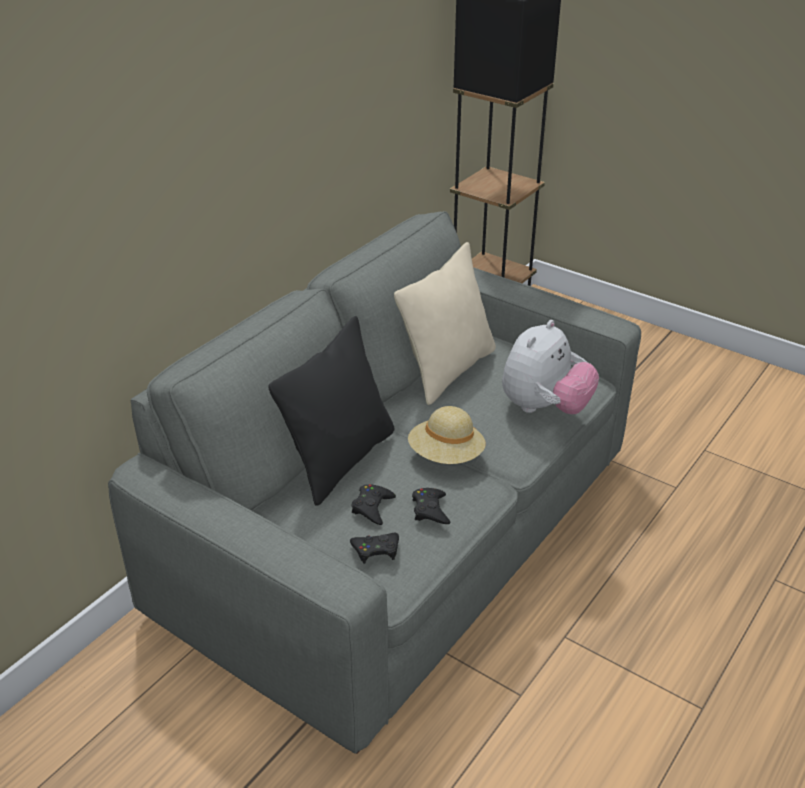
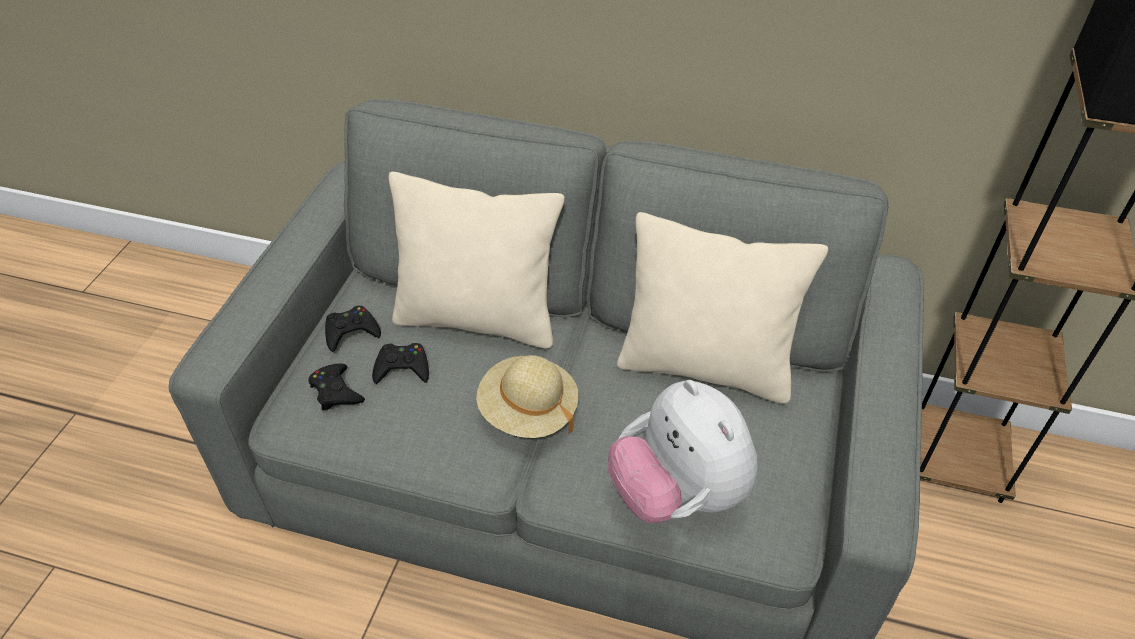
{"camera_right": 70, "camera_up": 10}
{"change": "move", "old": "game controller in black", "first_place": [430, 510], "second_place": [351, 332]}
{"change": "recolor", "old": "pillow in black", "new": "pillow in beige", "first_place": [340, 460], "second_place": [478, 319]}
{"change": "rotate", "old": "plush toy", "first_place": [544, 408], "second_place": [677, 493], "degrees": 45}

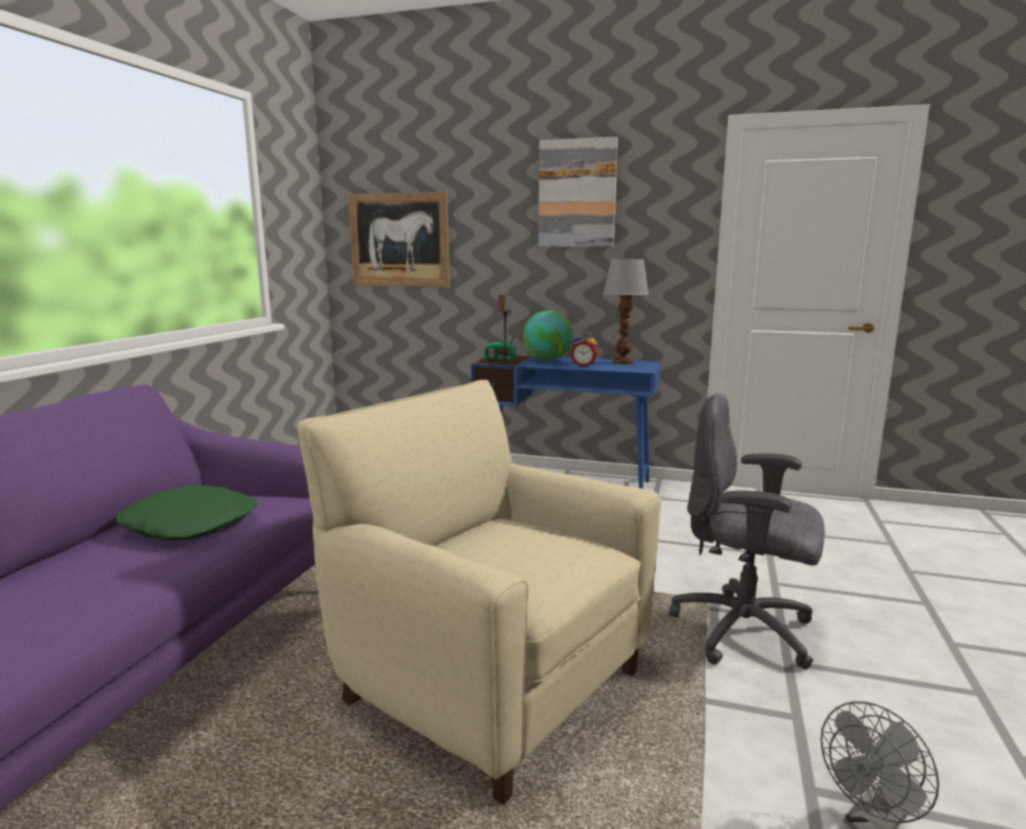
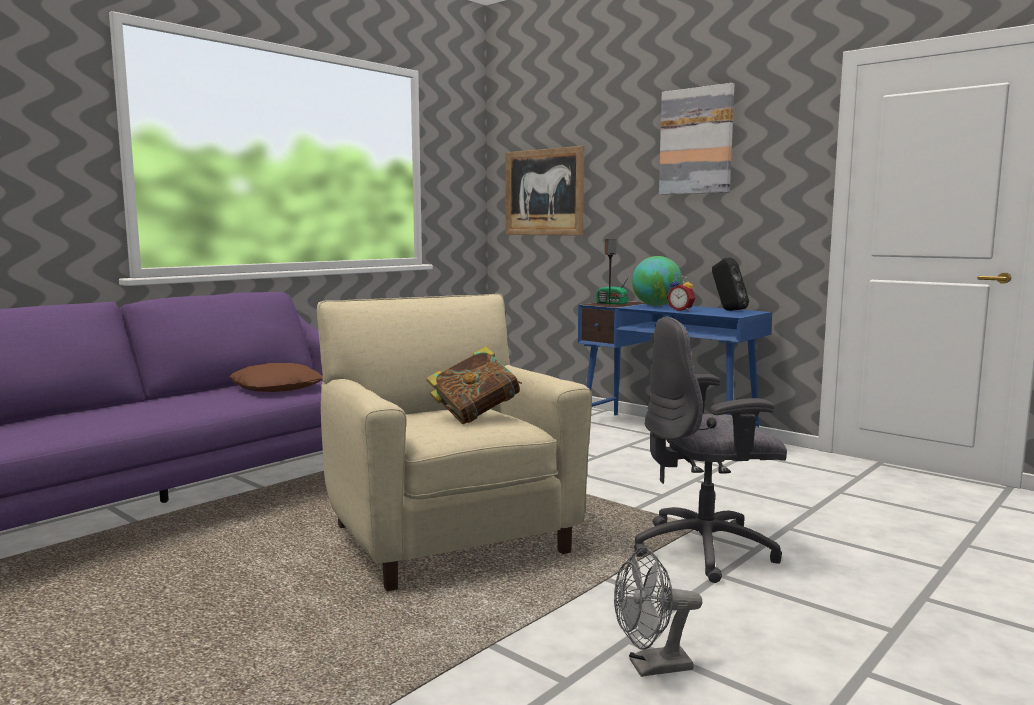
{"camera_right": 25, "camera_up": -5}
{"change": "insert", "new": "book", "second_place": [475, 416]}
{"change": "replace", "old": "table lamp", "new": "speaker in black", "first_place": [622, 362], "second_place": [728, 310]}
{"change": "recolor", "old": "pillow in green", "new": "pillow in brown", "first_place": [191, 525], "second_place": [277, 388]}
{"change": "rotate", "old": "office chair in grey", "first_place": [745, 631], "second_place": [706, 550], "degrees": -60}

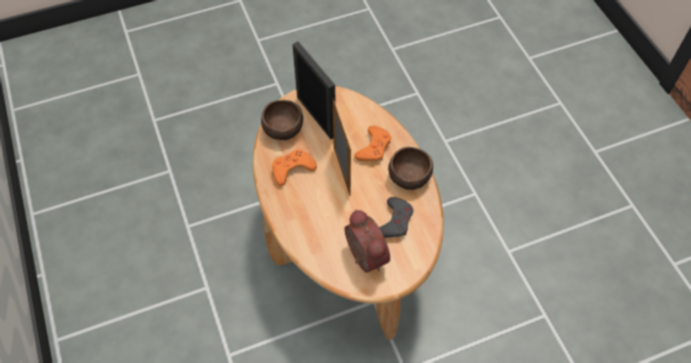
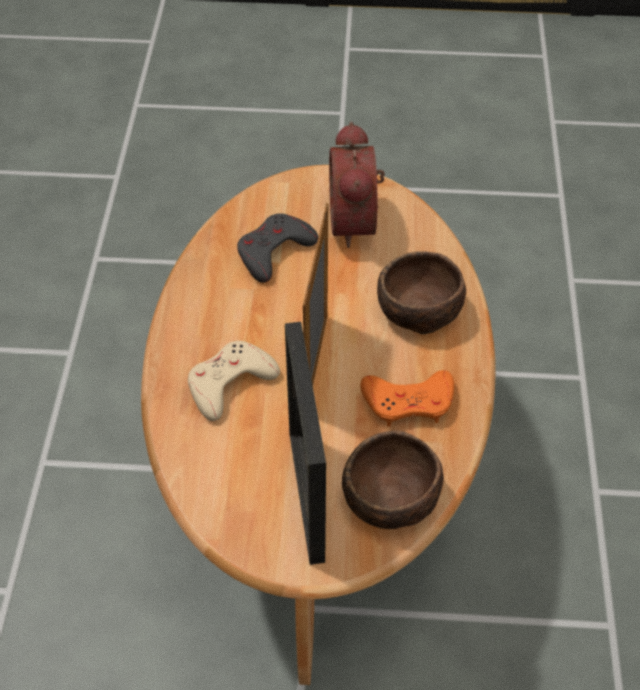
{"camera_right": -155, "camera_up": -5}
{"change": "move", "old": "bowl in brown", "first_place": [410, 176], "second_place": [416, 309]}
{"change": "recolor", "old": "game controller in orange", "new": "game controller in beige", "first_place": [373, 147], "second_place": [230, 383]}

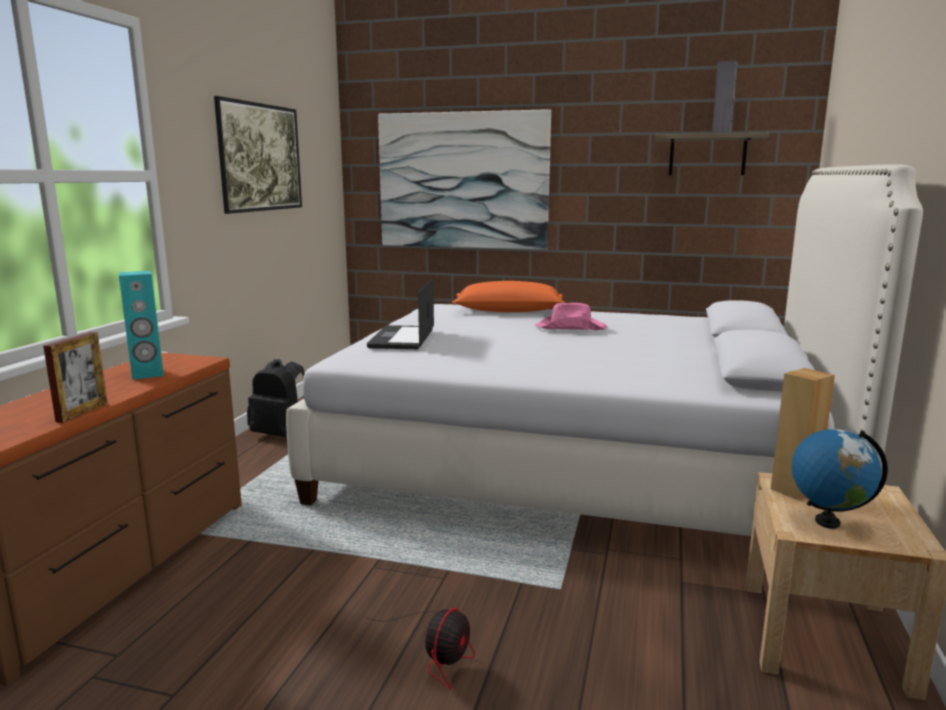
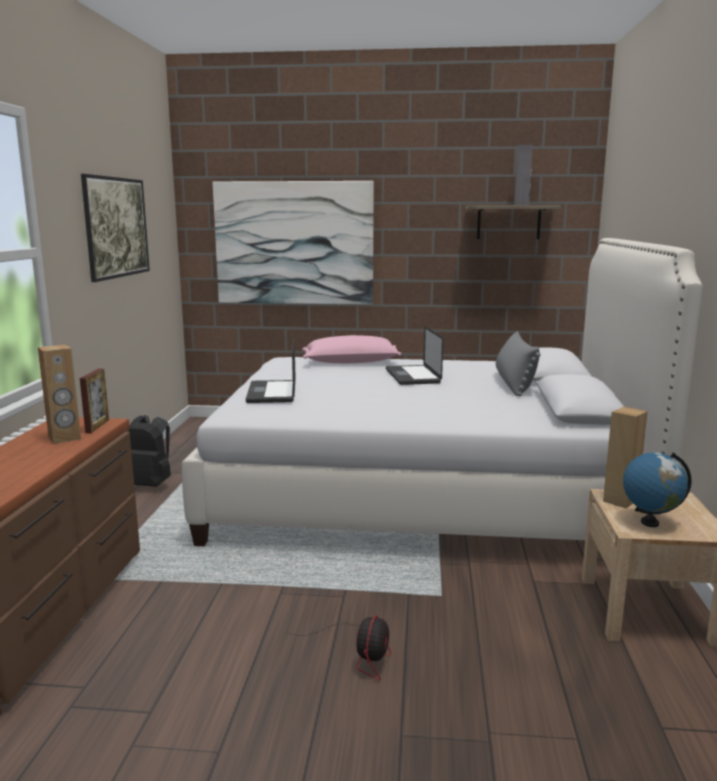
{"camera_right": -10, "camera_up": 0}
{"change": "insert", "new": "pillow in grey", "second_place": [514, 383]}
{"change": "move", "old": "picture frame", "first_place": [82, 412], "second_place": [97, 426]}
{"change": "replace", "old": "hat in pink", "new": "laptop", "first_place": [571, 328], "second_place": [412, 376]}
{"change": "recolor", "old": "speaker in turquoise", "new": "speaker in brown", "first_place": [147, 374], "second_place": [65, 438]}
{"change": "recolor", "old": "pillow in orange", "new": "pillow in pink", "first_place": [508, 312], "second_place": [351, 363]}

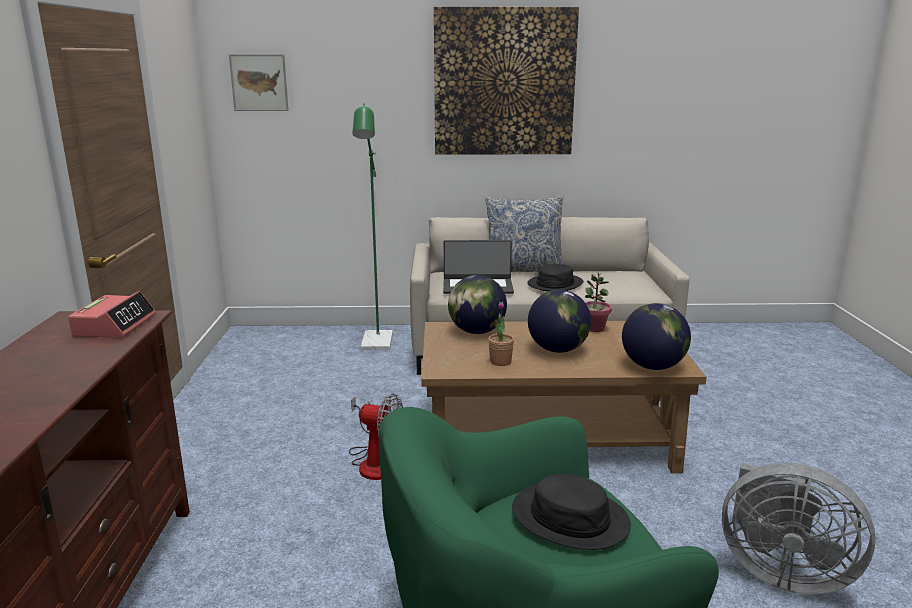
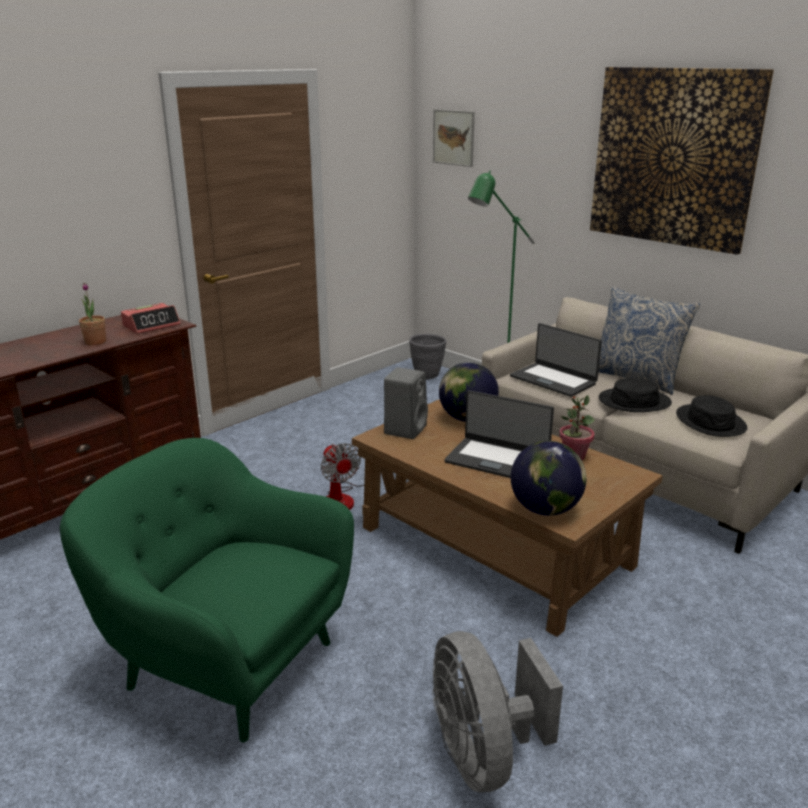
{"camera_right": 45, "camera_up": 5}
{"change": "insert", "new": "speaker in grey", "second_place": [405, 429]}
{"change": "insert", "new": "planter in grey", "second_place": [427, 376]}
{"change": "move", "old": "potted plant", "first_place": [500, 362], "second_place": [95, 342]}
{"change": "move", "old": "hat in black", "first_place": [570, 517], "second_place": [710, 422]}
{"change": "replace", "old": "globe", "new": "laptop", "first_place": [558, 349], "second_place": [497, 459]}

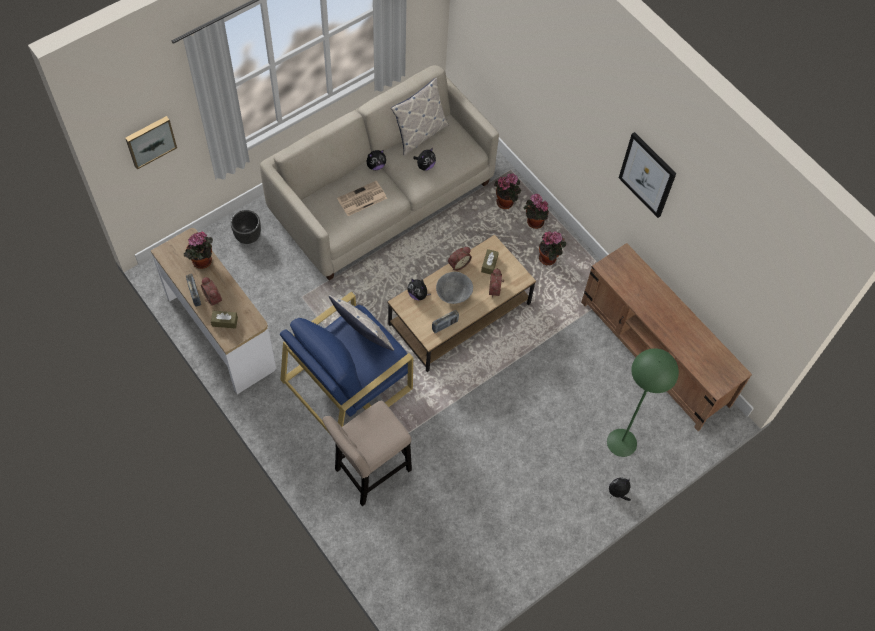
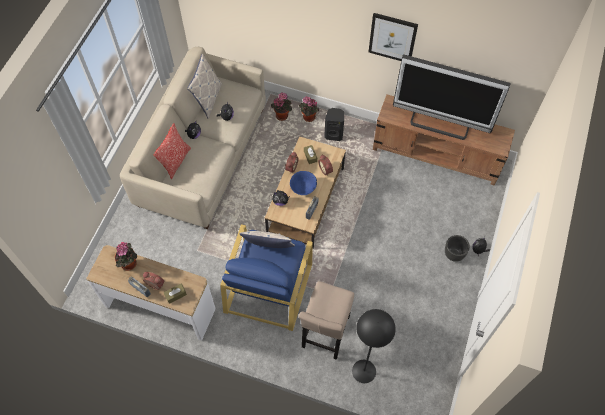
{"camera_right": -30, "camera_up": 0}
{"change": "delete", "old": "picture", "first_place": [150, 141]}
{"change": "delete", "old": "newspaper", "first_place": [361, 199]}
{"change": "delete", "old": "floor lamp in green", "first_place": [621, 442]}
{"change": "insert", "new": "pillow", "second_place": [176, 161]}
{"change": "insert", "new": "floor lamp in black", "second_place": [364, 371]}
{"change": "insert", "new": "television", "second_place": [440, 123]}
{"change": "move", "old": "planter in black", "first_place": [248, 236], "second_place": [453, 254]}
{"change": "replace", "old": "potted plant", "new": "speaker in black", "first_place": [549, 258], "second_place": [334, 134]}
{"change": "recolor", "old": "bowl in grey", "new": "bowl in blue", "first_place": [453, 296], "second_place": [303, 189]}

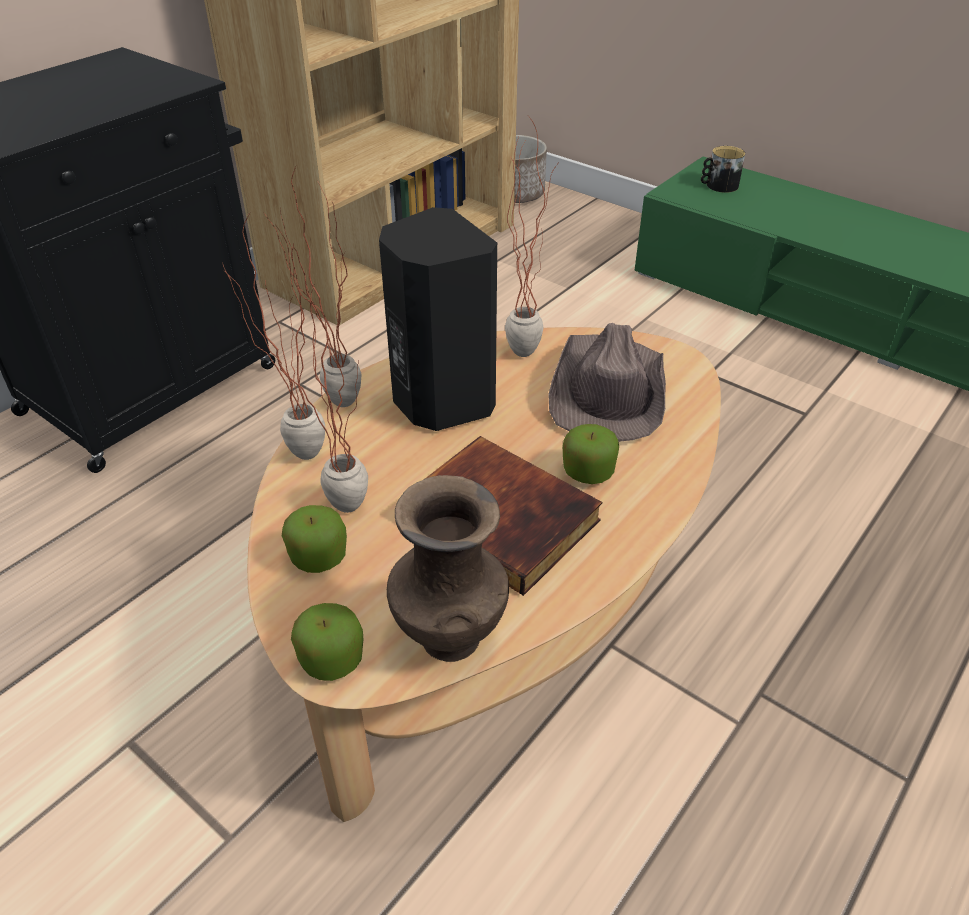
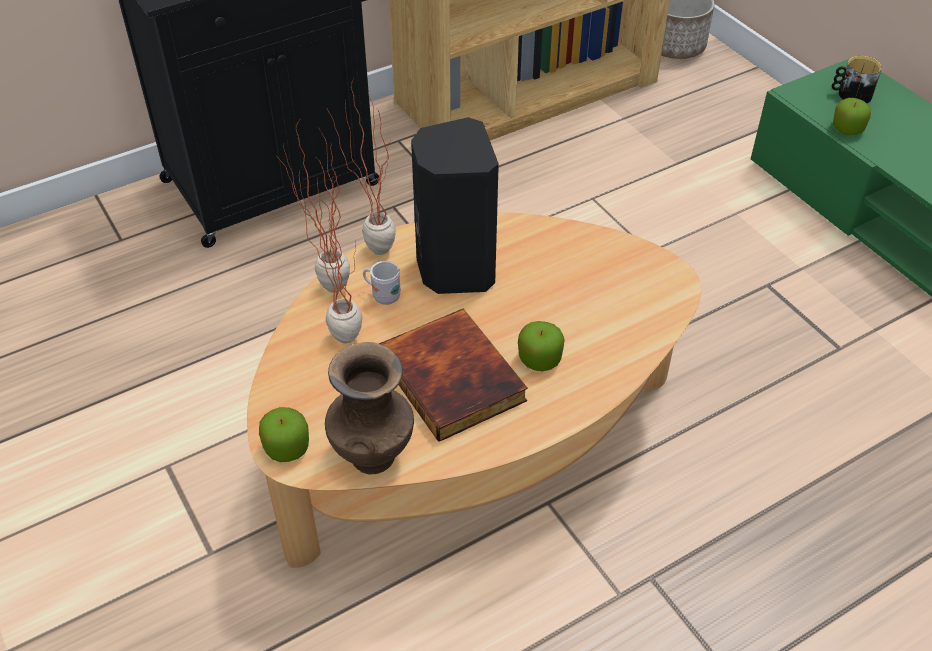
{"camera_right": 20, "camera_up": 5}
{"change": "delete", "old": "potted plant", "first_place": [526, 346]}
{"change": "delete", "old": "hat in brown", "first_place": [608, 391]}
{"change": "insert", "new": "mug in white", "second_place": [382, 295]}
{"change": "move", "old": "apple", "first_place": [318, 556], "second_place": [847, 129]}

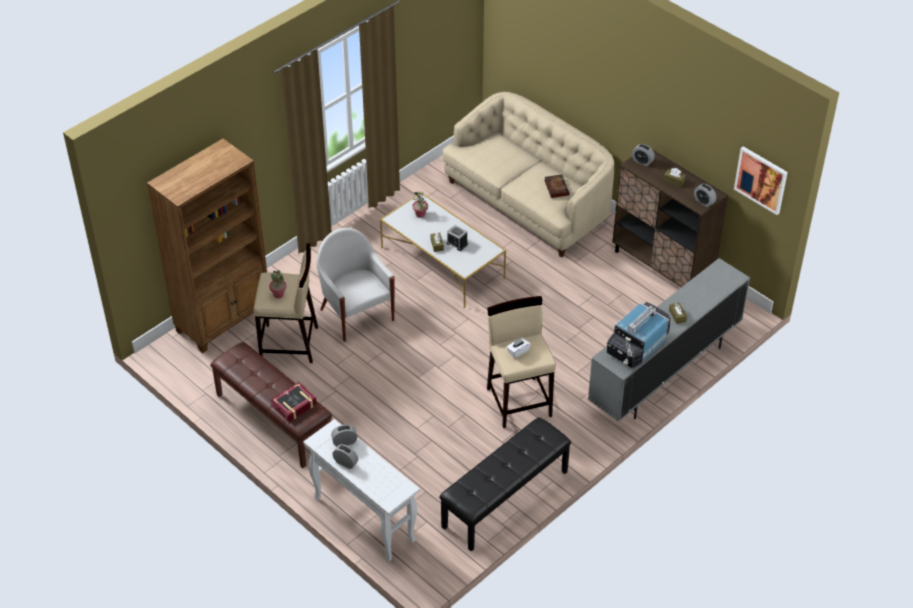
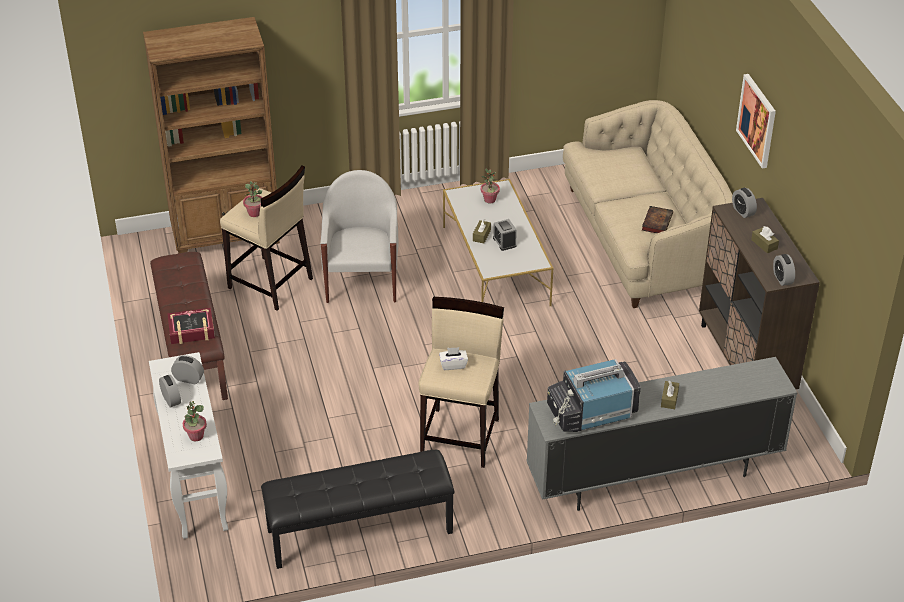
{"camera_right": 30, "camera_up": -5}
{"change": "insert", "new": "potted plant", "second_place": [196, 436]}
{"change": "move", "old": "picture", "first_place": [761, 179], "second_place": [757, 120]}

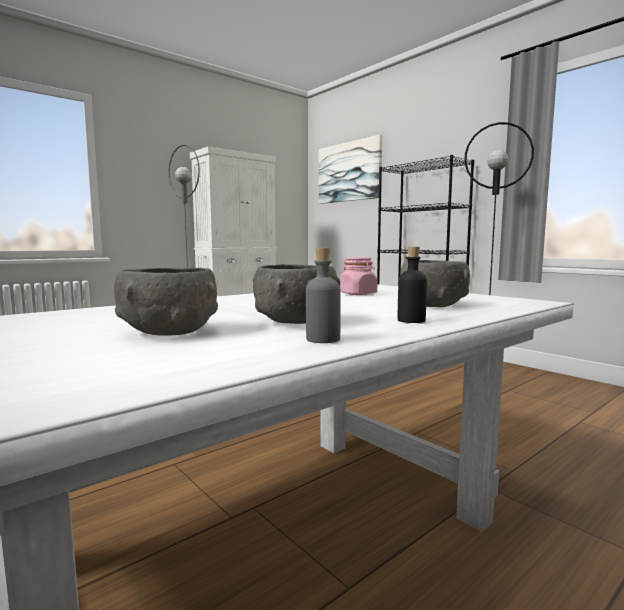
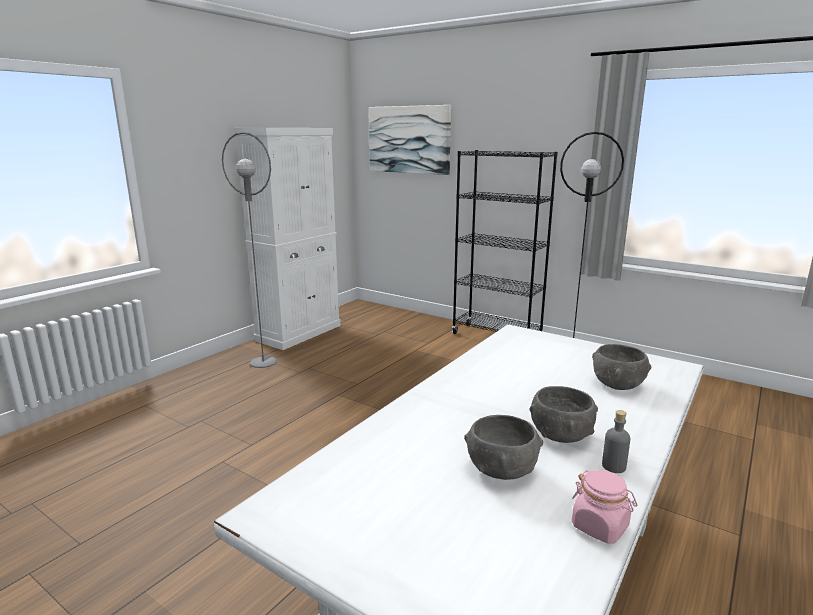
{"camera_right": -15, "camera_up": 10}
{"change": "delete", "old": "bottle in black", "first_place": [411, 320]}
{"change": "move", "old": "jar in pink", "first_place": [358, 294], "second_place": [600, 526]}

